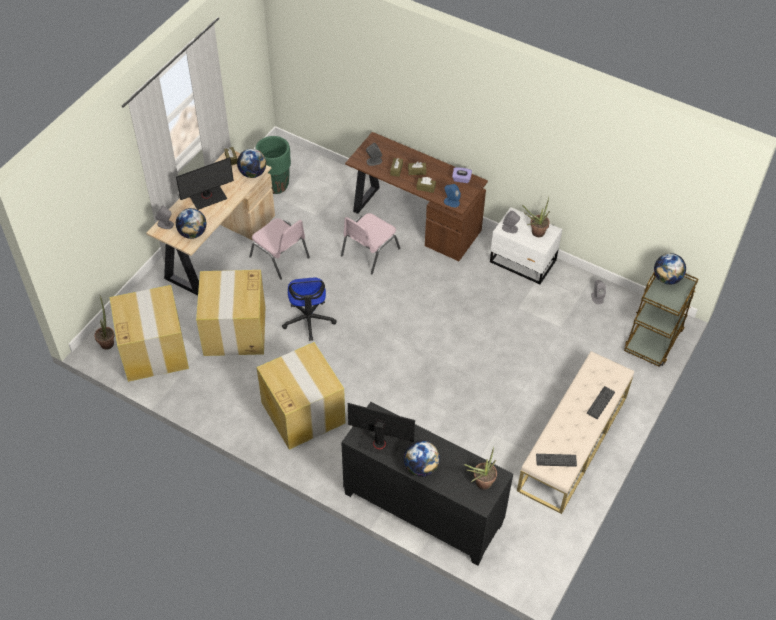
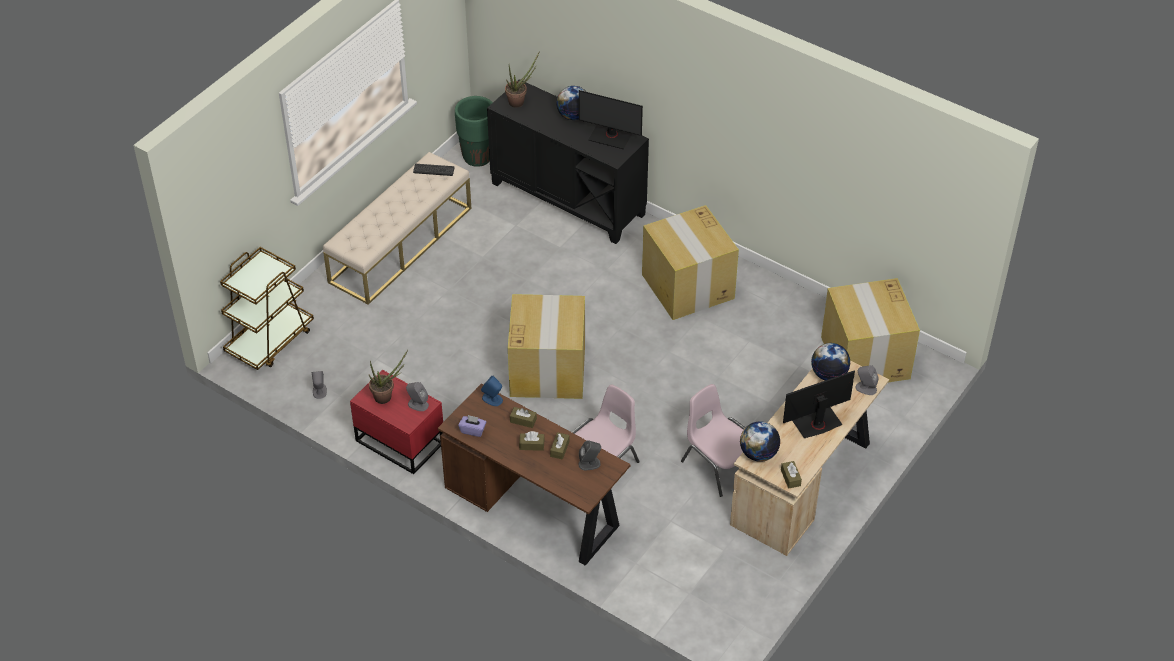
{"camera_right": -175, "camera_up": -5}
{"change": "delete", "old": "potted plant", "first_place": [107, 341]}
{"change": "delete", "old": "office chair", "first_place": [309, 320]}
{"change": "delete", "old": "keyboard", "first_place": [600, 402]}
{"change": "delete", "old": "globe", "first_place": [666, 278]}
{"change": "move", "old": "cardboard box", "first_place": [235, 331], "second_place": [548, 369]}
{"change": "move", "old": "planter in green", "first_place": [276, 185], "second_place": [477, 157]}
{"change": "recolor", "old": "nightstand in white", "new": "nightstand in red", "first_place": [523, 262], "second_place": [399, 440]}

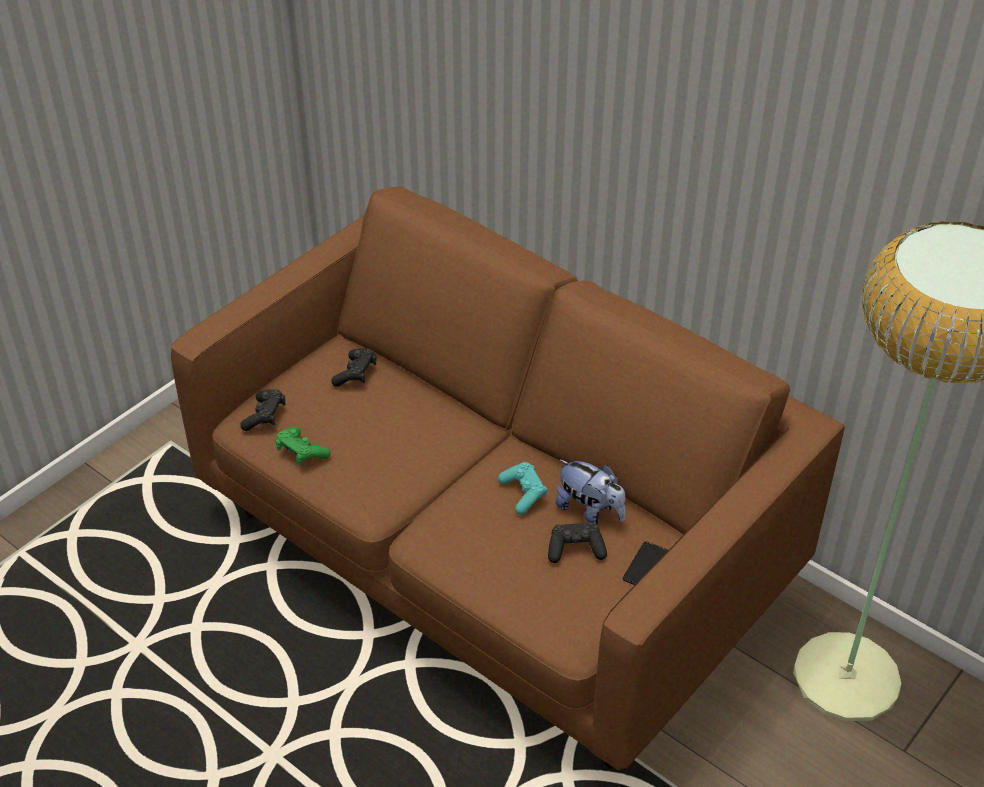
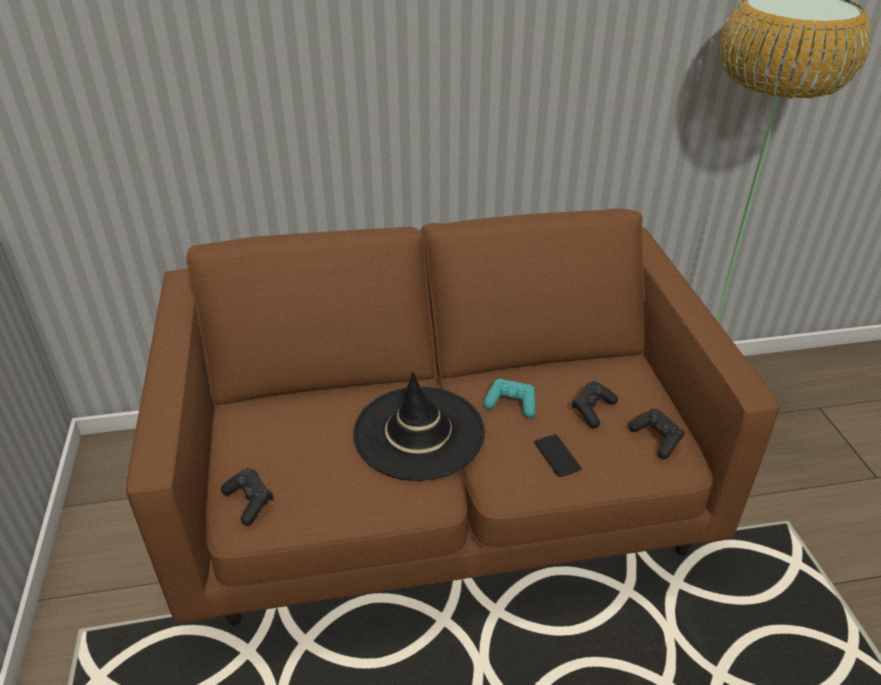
{"camera_right": -50, "camera_up": -5}
{"change": "delete", "old": "game controller in green", "first_place": [301, 453]}
{"change": "delete", "old": "plush toy", "first_place": [590, 510]}
{"change": "insert", "new": "hat in black", "second_place": [419, 433]}
{"change": "move", "old": "game controller in black", "first_place": [356, 374], "second_place": [656, 439]}
{"change": "move", "old": "phone", "first_place": [646, 566], "second_place": [557, 456]}

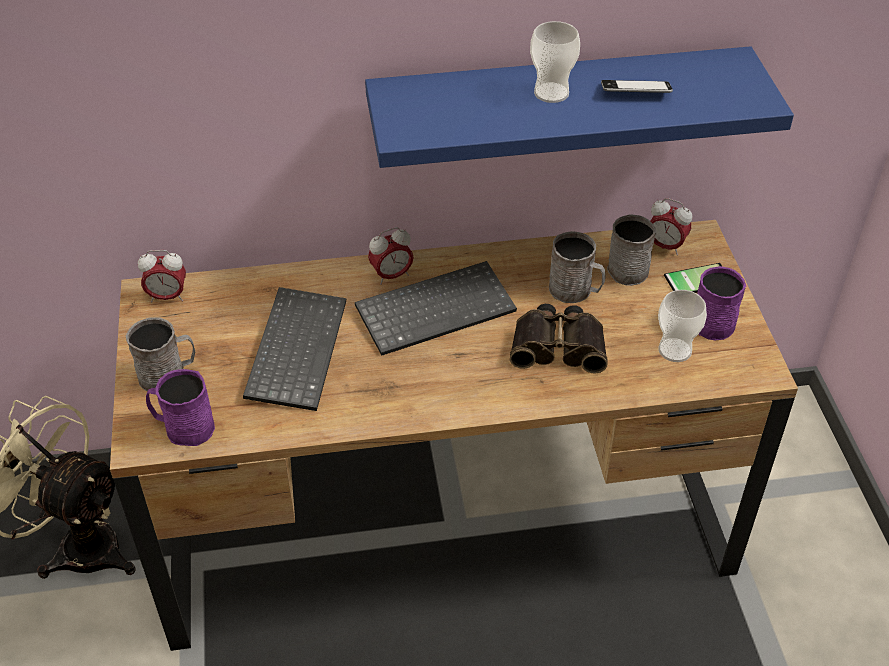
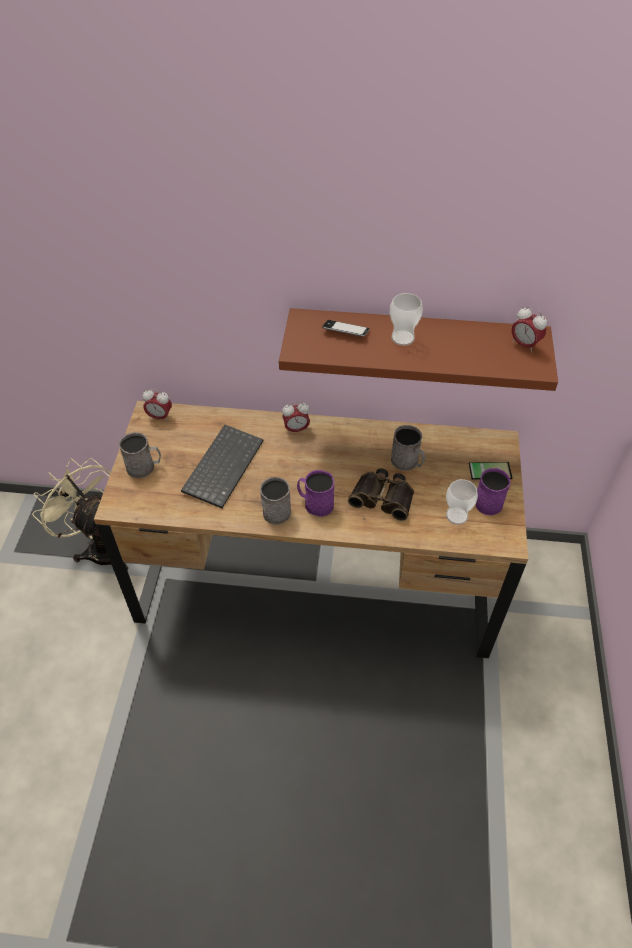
{"camera_right": 15, "camera_up": 5}
{"change": "delete", "old": "keyboard", "first_place": [436, 308]}
{"change": "move", "old": "mug in purple", "first_place": [183, 428], "second_place": [315, 503]}
{"change": "move", "old": "phone", "first_place": [635, 92], "second_place": [345, 331]}
{"change": "move", "old": "mug in grey", "first_place": [625, 267], "second_place": [276, 509]}
{"change": "move", "old": "alarm clock", "first_place": [665, 246], "second_place": [524, 345]}
{"change": "recolor", "old": "shelf in blue", "new": "shelf in brown", "first_place": [558, 106], "second_place": [415, 343]}

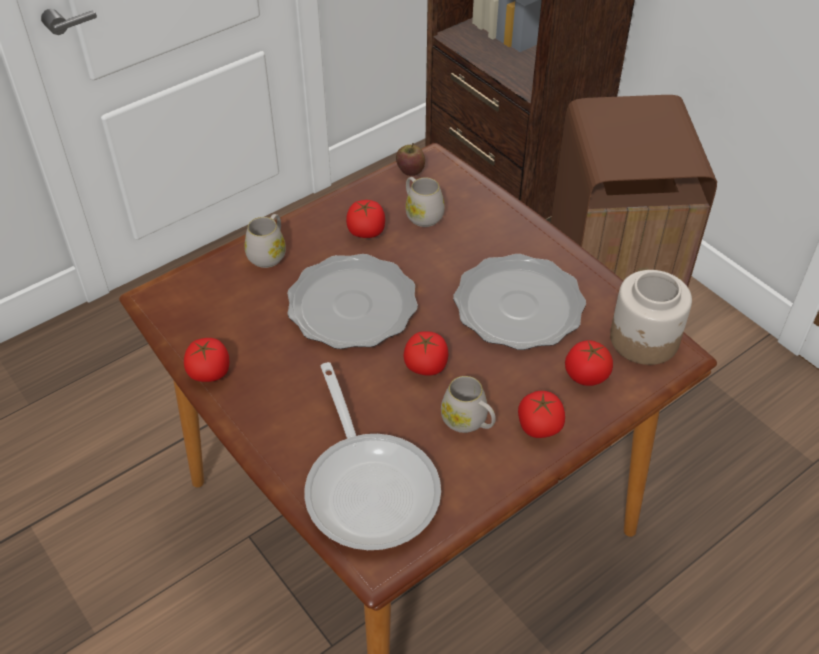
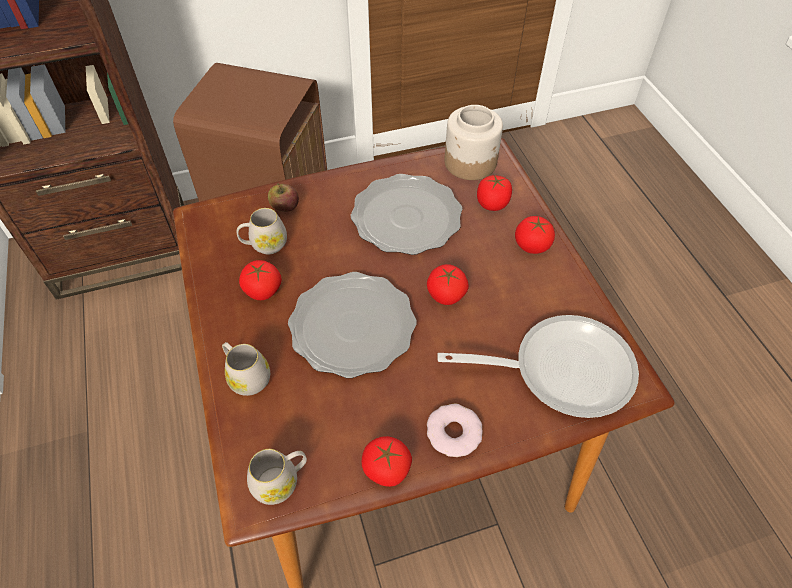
{"camera_right": -70, "camera_up": 5}
{"change": "insert", "new": "donut", "second_place": [453, 433]}
{"change": "move", "old": "apple", "first_place": [410, 170], "second_place": [285, 207]}
{"change": "move", "old": "mug in white", "first_place": [468, 422], "second_place": [280, 481]}

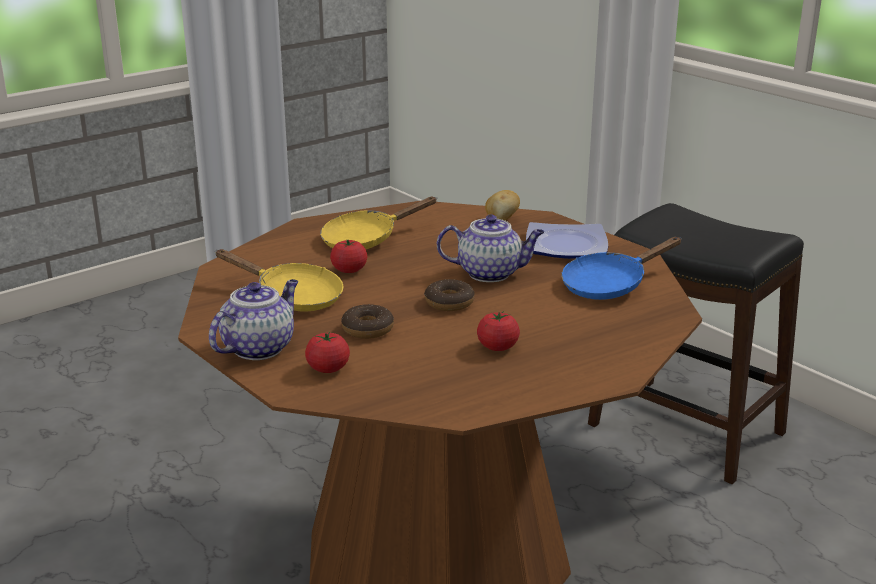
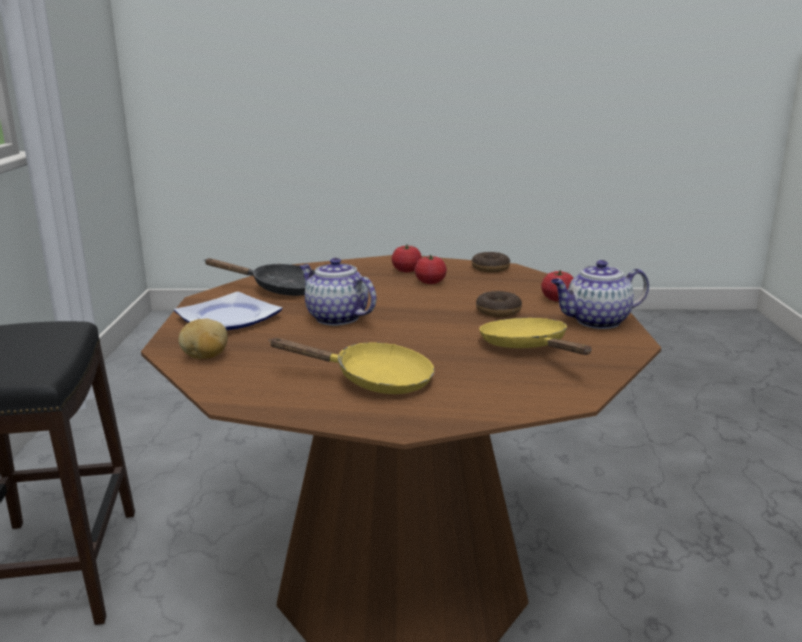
{"camera_right": -140, "camera_up": -5}
{"change": "move", "old": "tomato", "first_place": [349, 270], "second_place": [406, 271]}
{"change": "move", "old": "donut", "first_place": [449, 302], "second_place": [490, 268]}
{"change": "recolor", "old": "frying pan in blue", "new": "frying pan in black", "first_place": [609, 285], "second_place": [280, 289]}

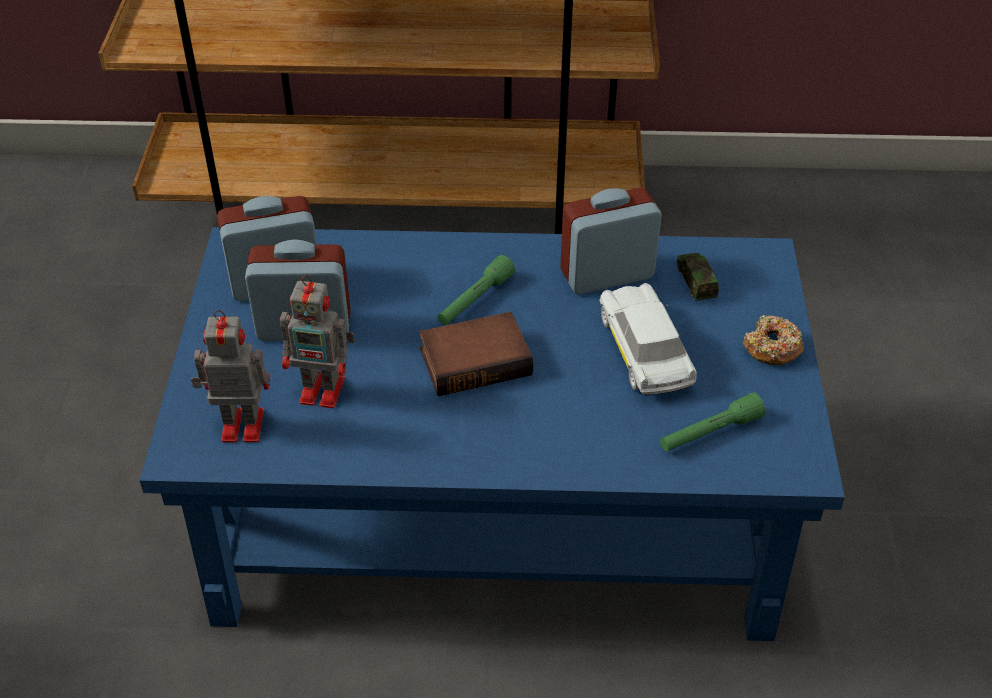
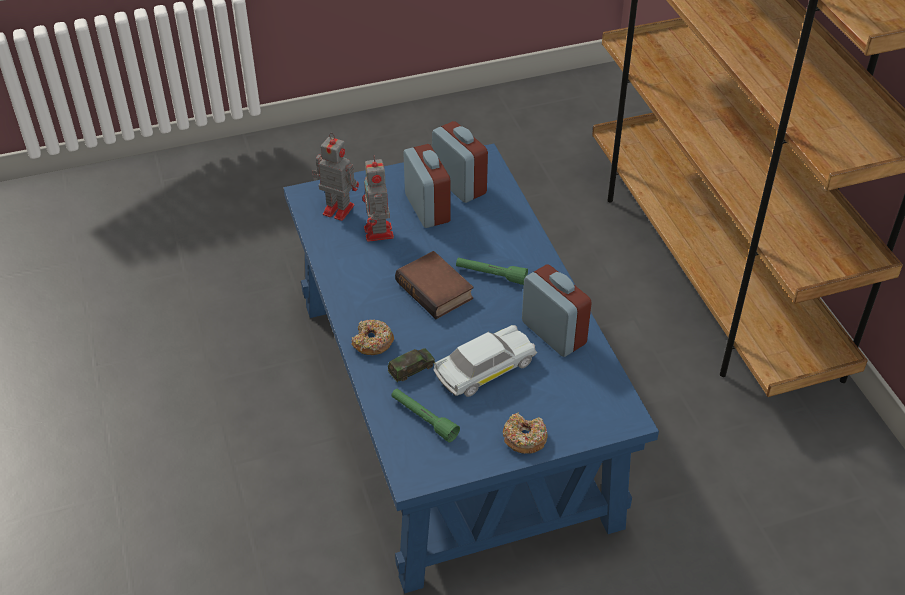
{"camera_right": 70, "camera_up": 0}
{"change": "insert", "new": "donut", "second_place": [372, 342]}
{"change": "move", "old": "toy car", "first_place": [696, 282], "second_place": [411, 369]}
{"change": "rotate", "old": "toy robot", "first_place": [240, 425], "second_place": [337, 209], "degrees": -45}

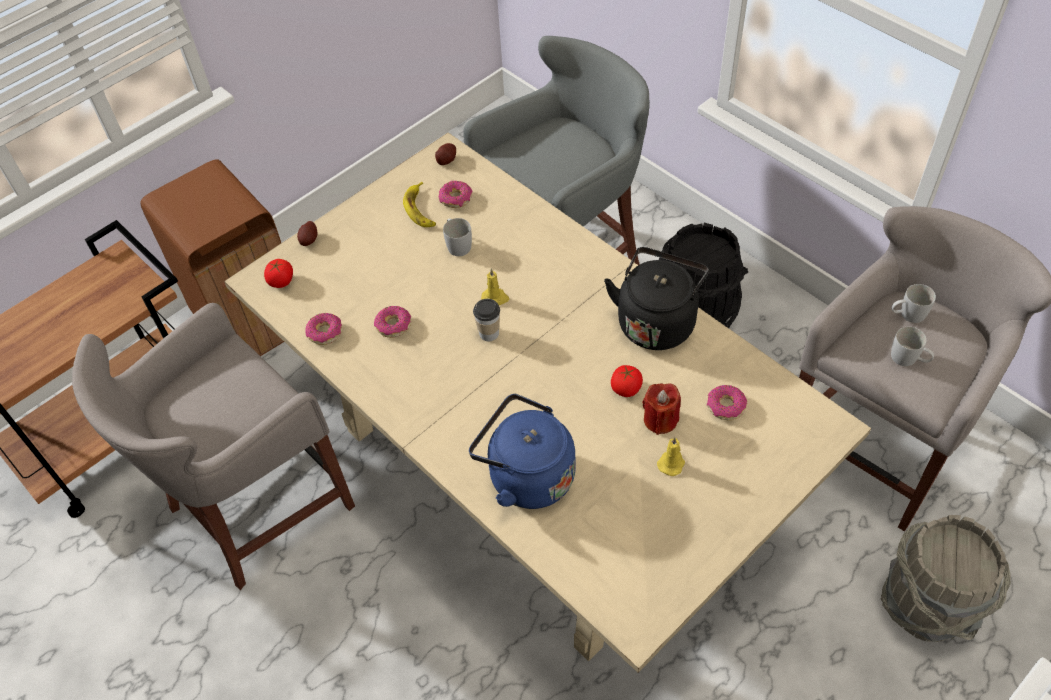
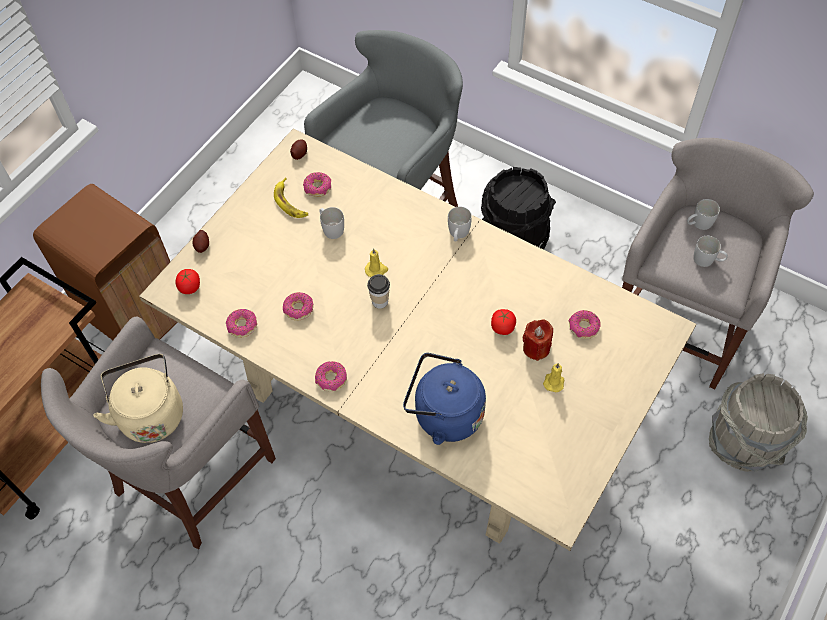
{"camera_right": -15, "camera_up": 5}
{"change": "delete", "old": "kettle in black", "first_place": [656, 321]}
{"change": "insert", "new": "kettle in beige", "second_place": [150, 413]}
{"change": "insert", "new": "donut", "second_place": [331, 379]}
{"change": "insert", "new": "mug in white", "second_place": [458, 234]}

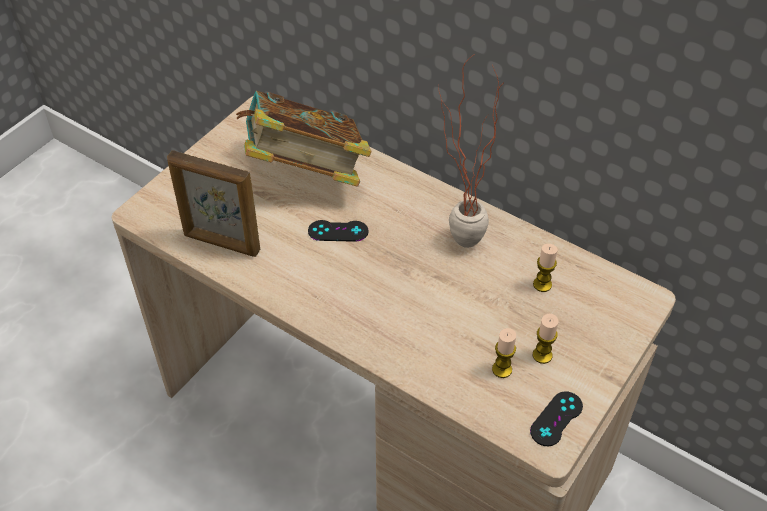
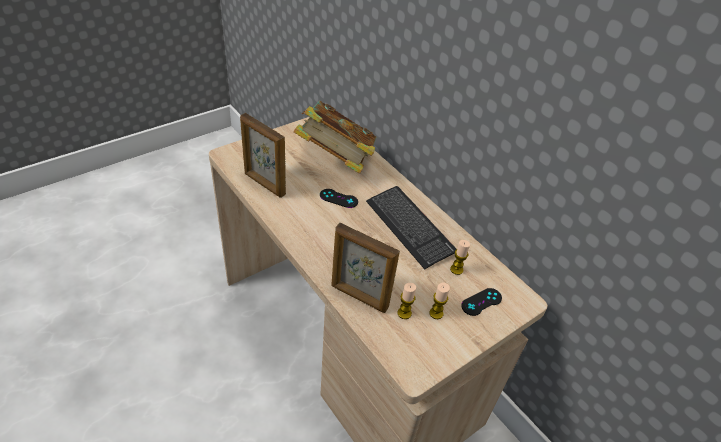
{"camera_right": 15, "camera_up": -5}
{"change": "insert", "new": "picture frame", "second_place": [359, 297]}
{"change": "move", "old": "game controller in black", "first_place": [556, 419], "second_place": [481, 302]}
{"change": "replace", "old": "potted plant", "new": "keyboard", "first_place": [454, 243], "second_place": [409, 227]}

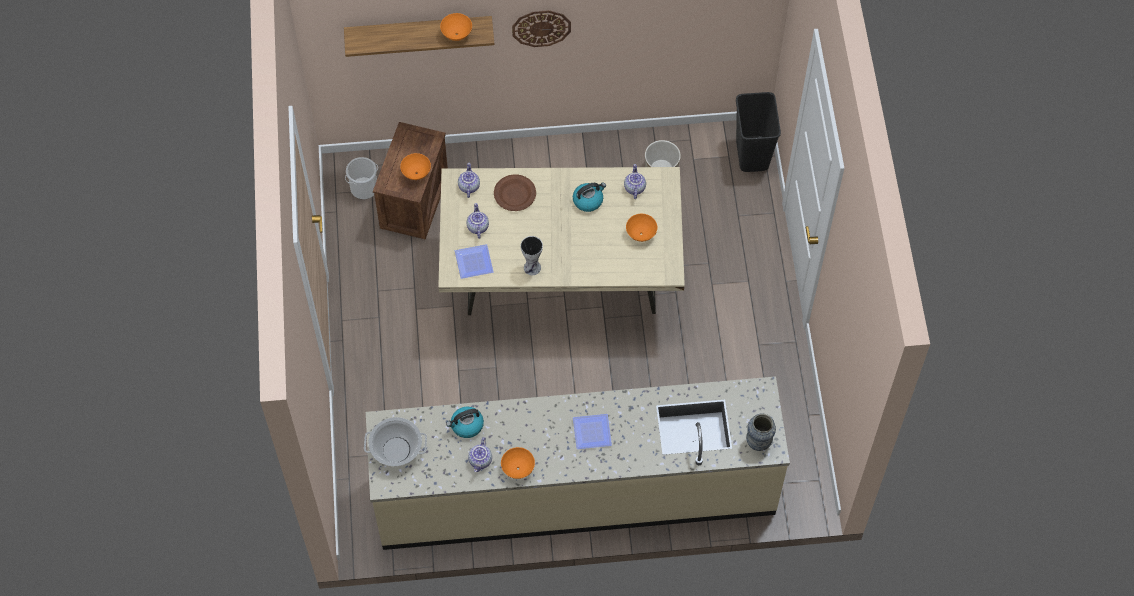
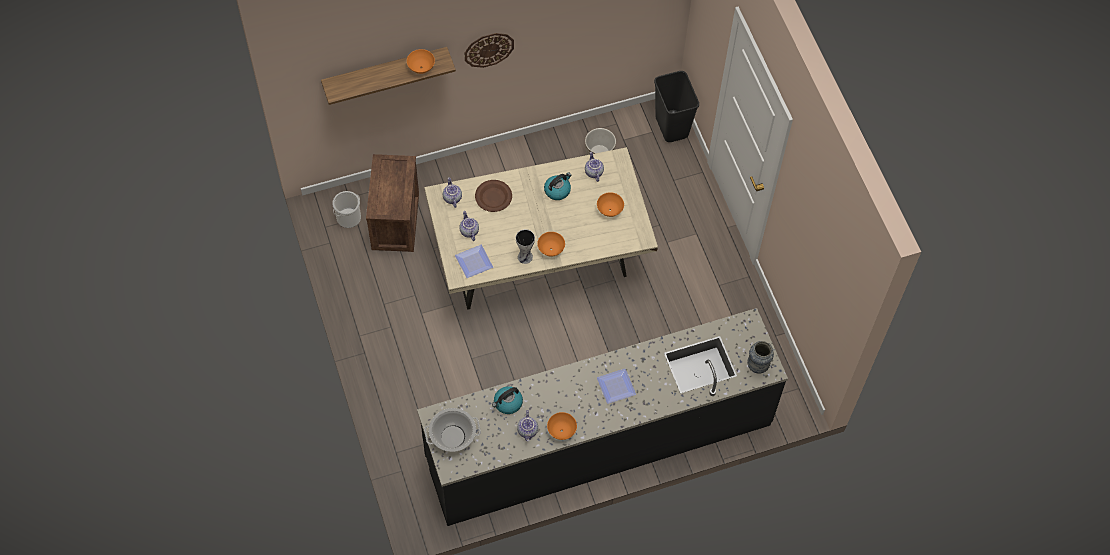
{"camera_right": -15, "camera_up": 0}
{"change": "move", "old": "bowl in orange", "first_place": [416, 173], "second_place": [550, 249]}
{"change": "recolor", "old": "counter in beige", "new": "counter in black", "first_place": [575, 491], "second_place": [598, 441]}

